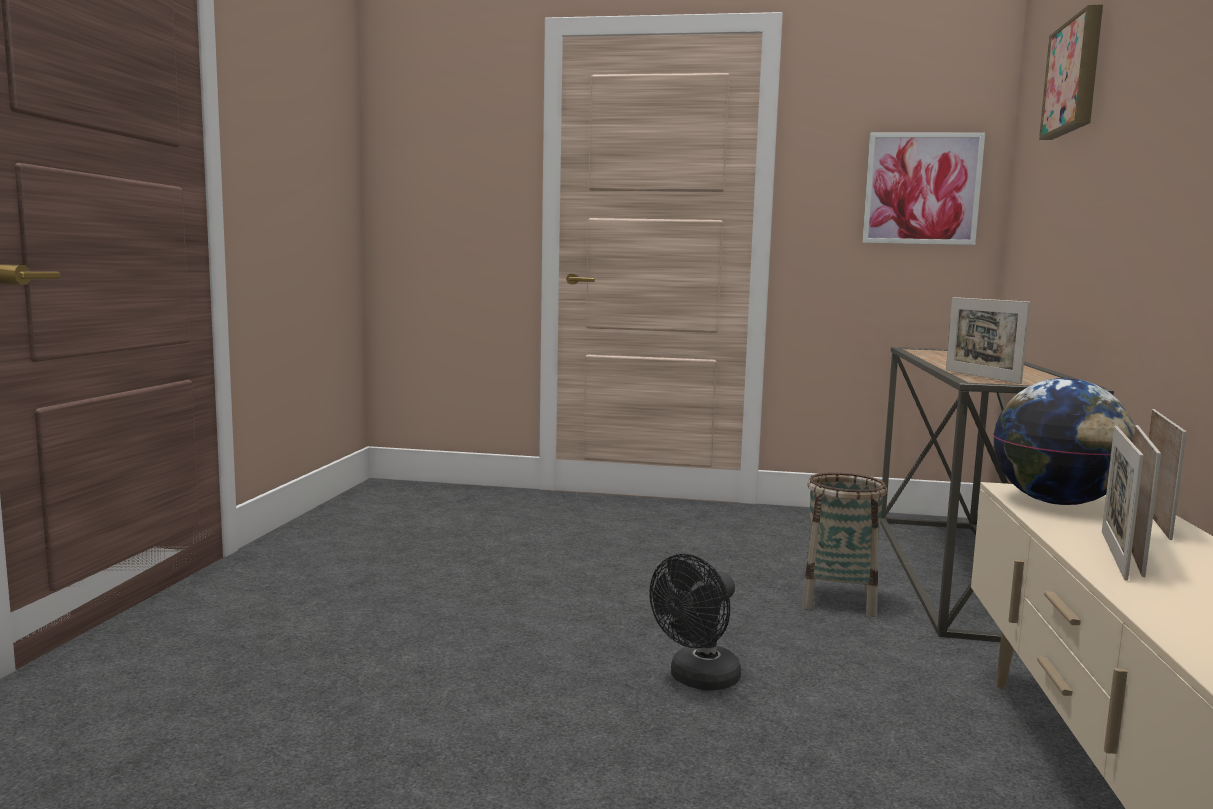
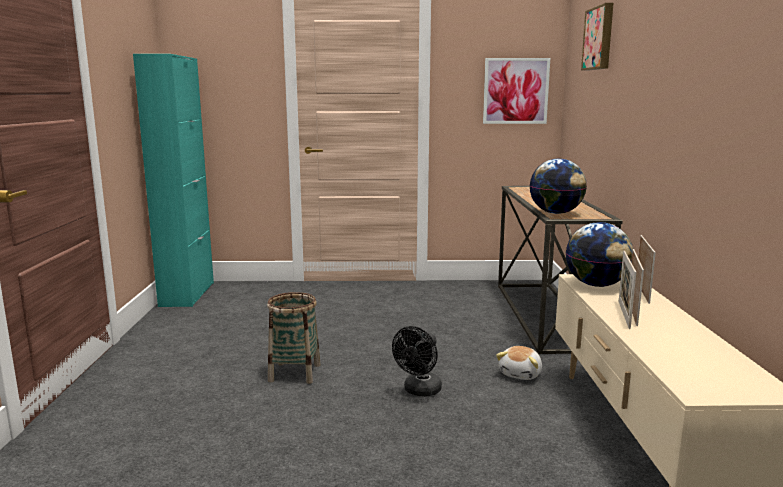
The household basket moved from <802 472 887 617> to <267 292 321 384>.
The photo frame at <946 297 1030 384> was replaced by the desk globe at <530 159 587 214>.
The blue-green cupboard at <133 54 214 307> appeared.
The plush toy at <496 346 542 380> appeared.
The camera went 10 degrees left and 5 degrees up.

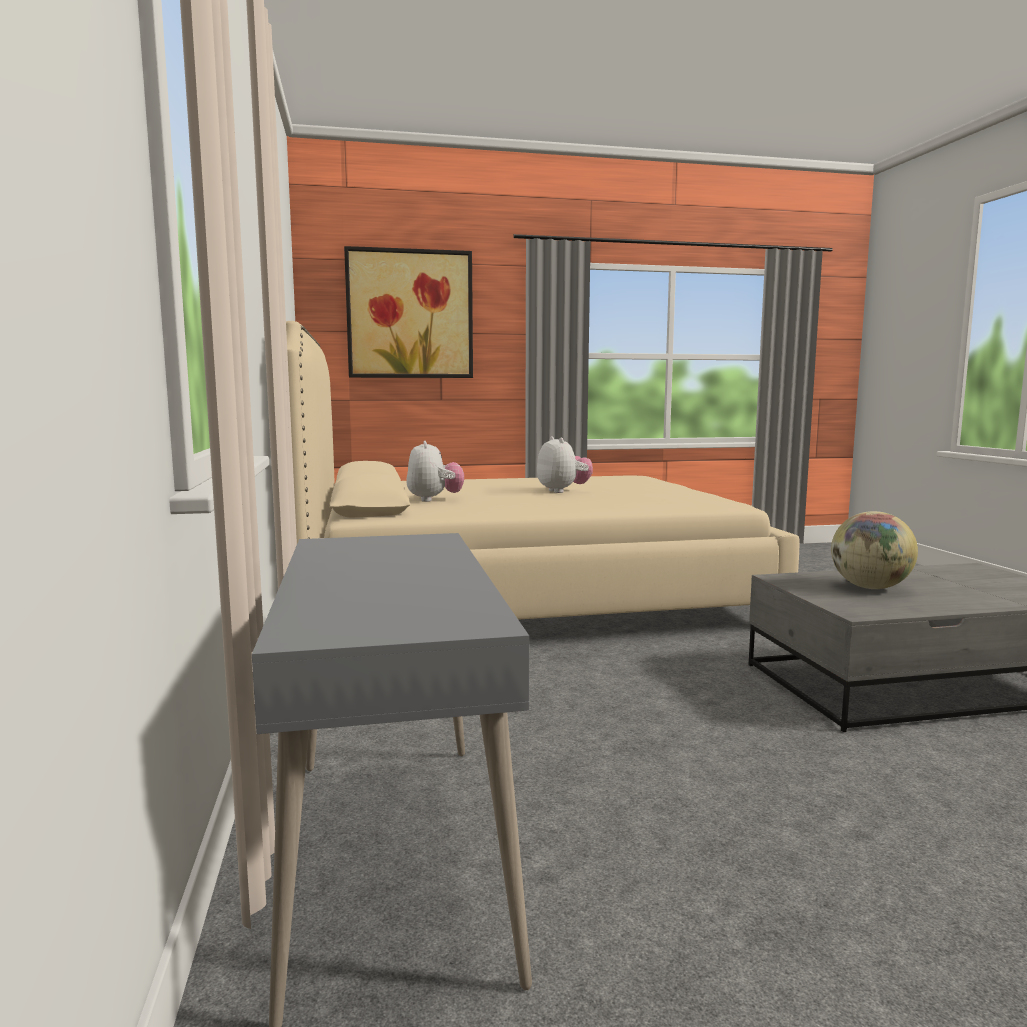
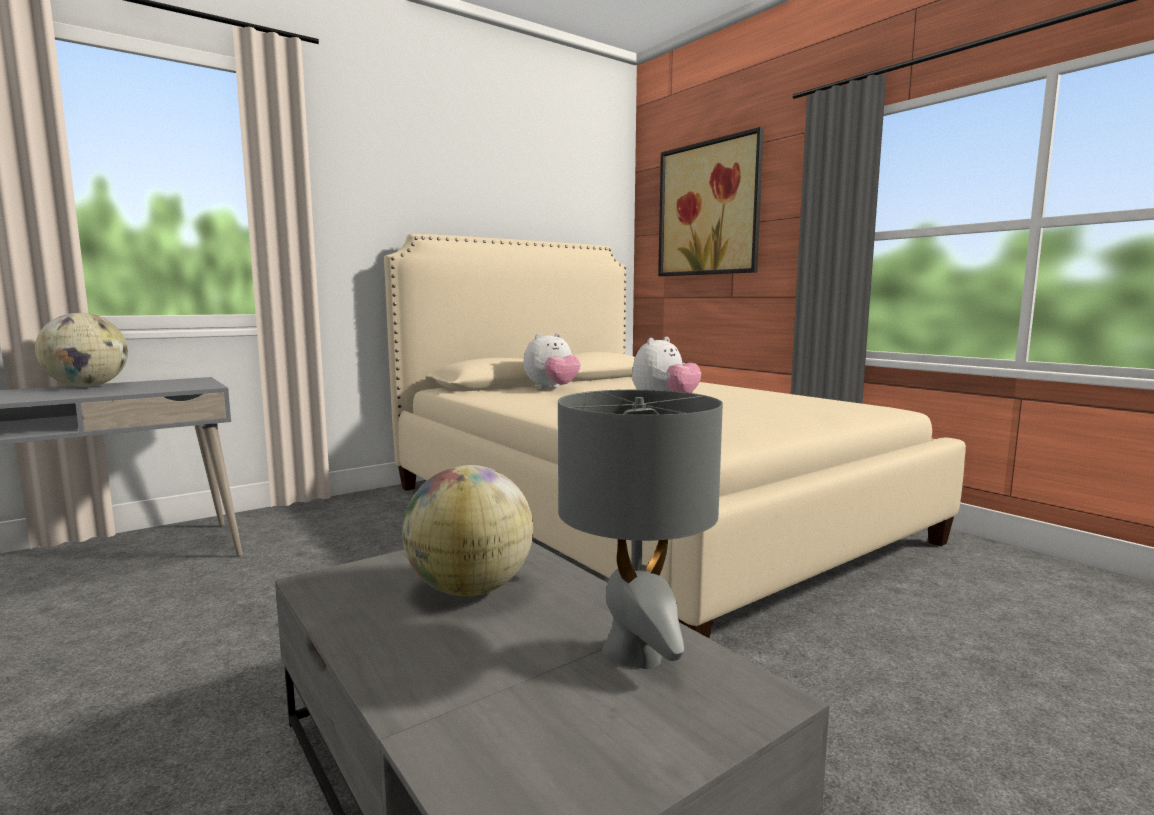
The desk globe at <35 313 128 387> appeared.
The grey tabletop lamp at <558 390 723 669> appeared.
The camera went 65 degrees right and 0 degrees up.

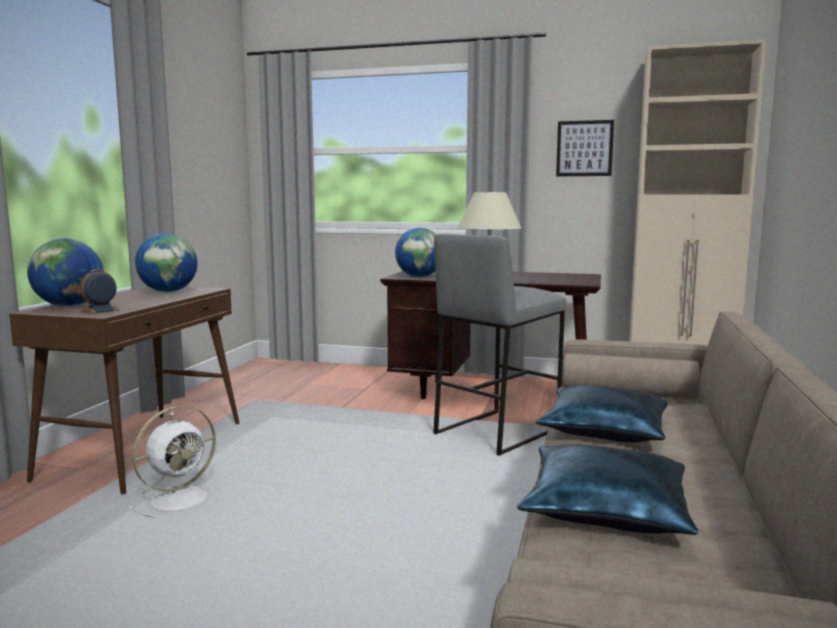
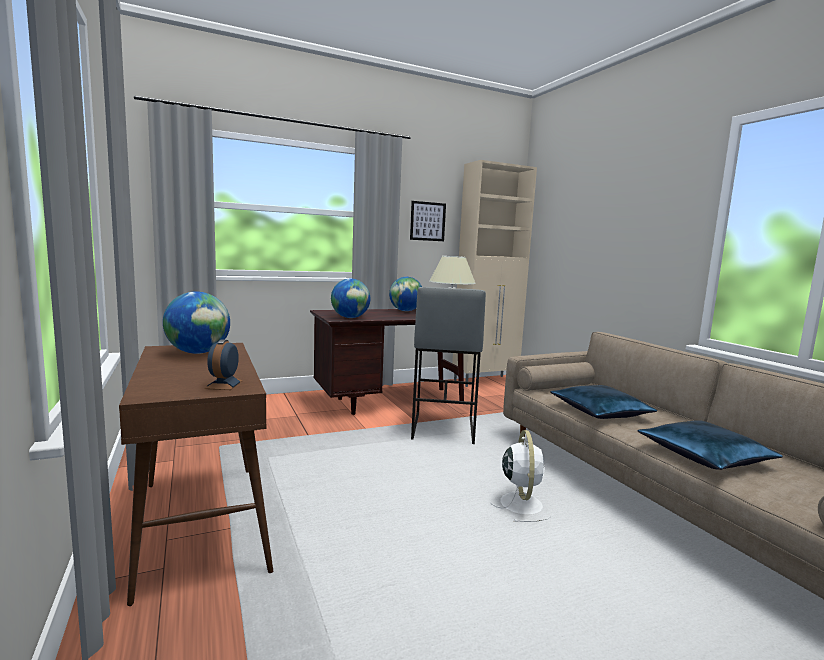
The desk globe moved from <27 239 103 307> to <389 277 422 311>.
The white-coloured electric fan moved from <128 406 216 518> to <489 430 554 522>.
The camera went 40 degrees left and 0 degrees up.

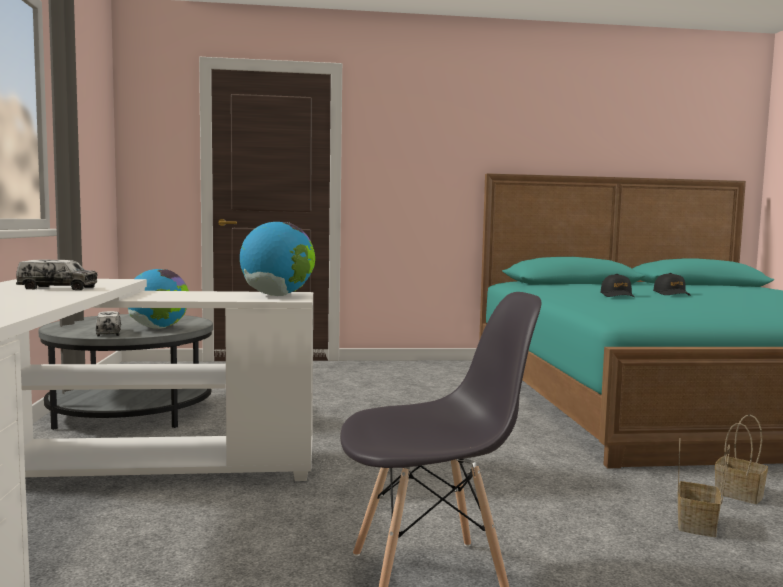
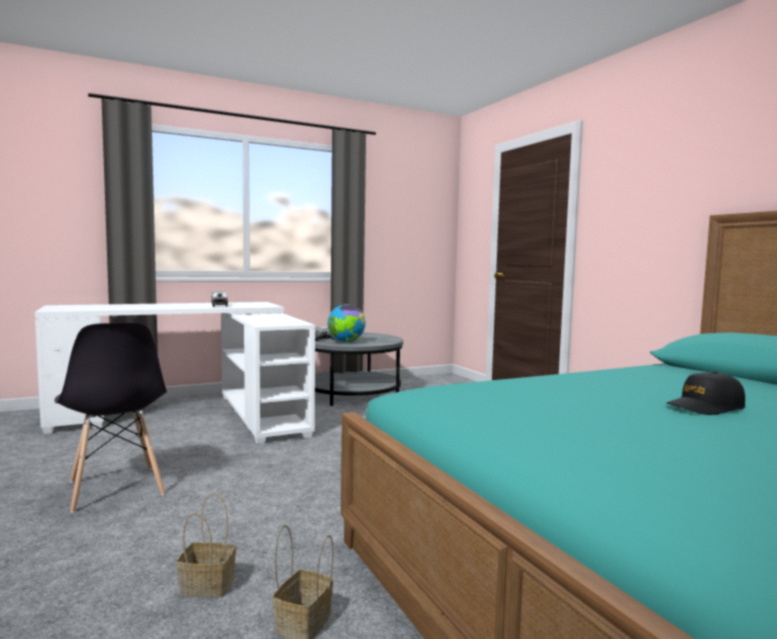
The desk globe at <240 222 315 296> disappeared.
The black-coloured cap at <601 274 635 298> disappeared.
The camera went 70 degrees right and 0 degrees up.

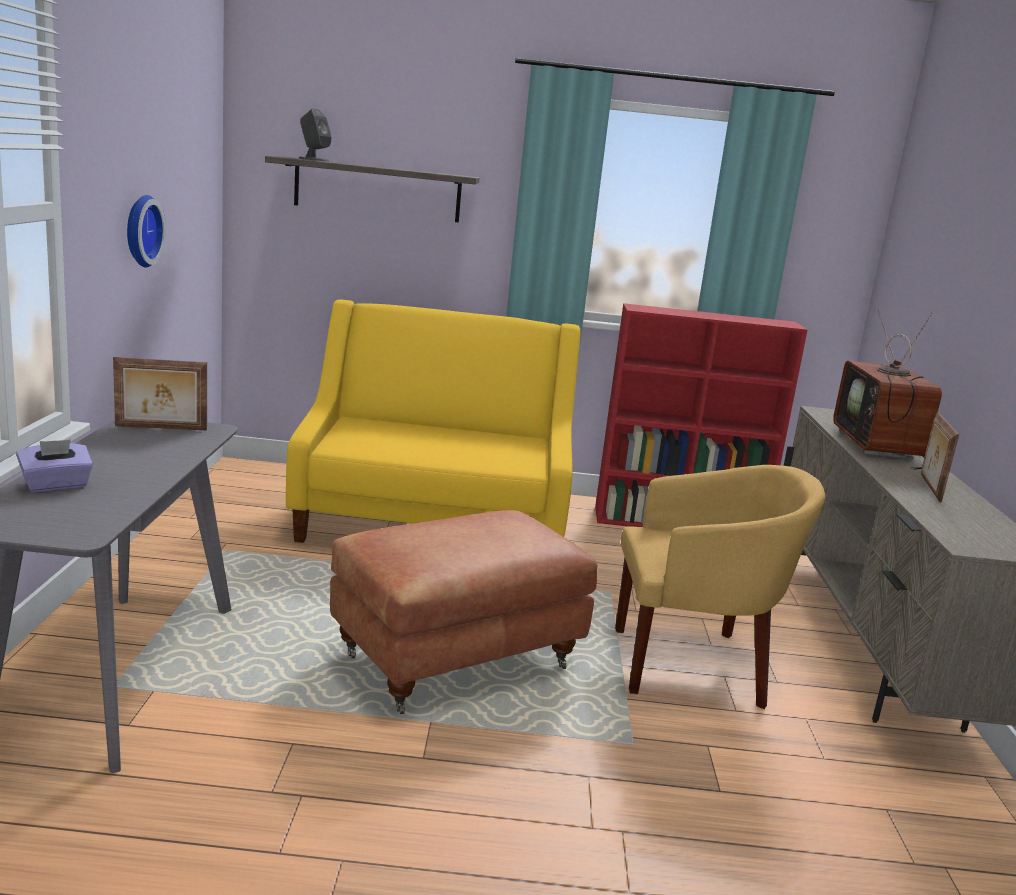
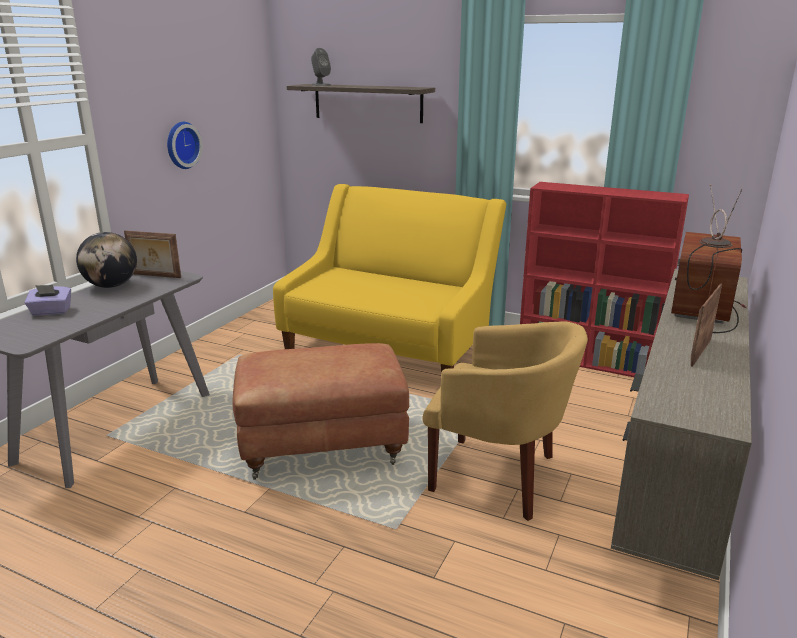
The desk globe at <76 232 137 288> appeared.
The camera went 25 degrees right and 5 degrees up.

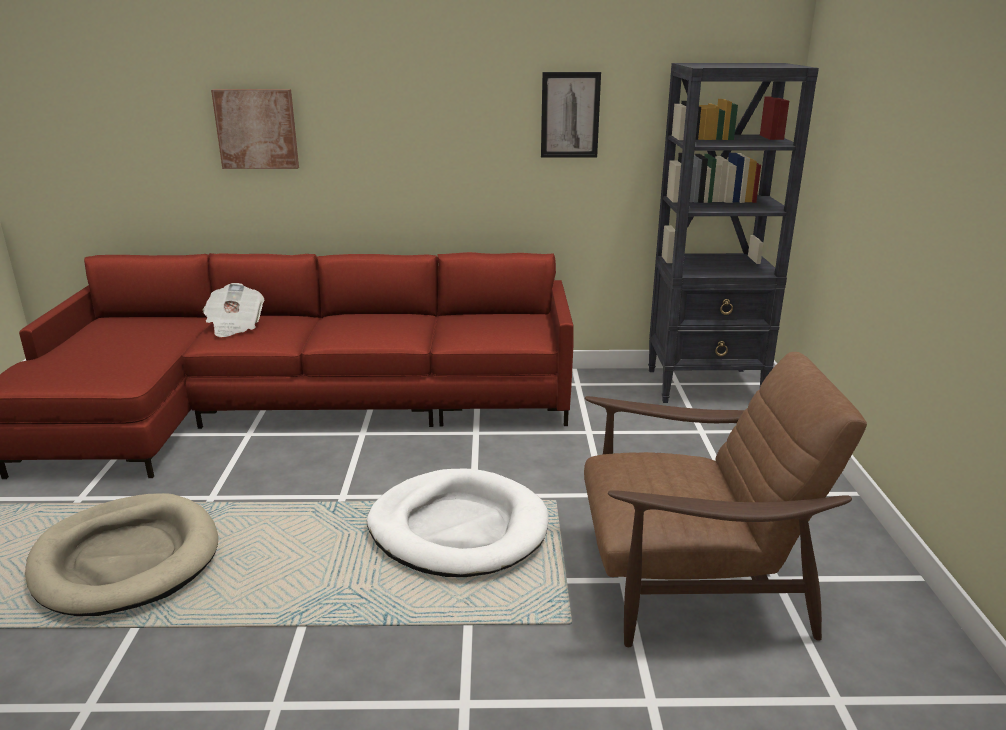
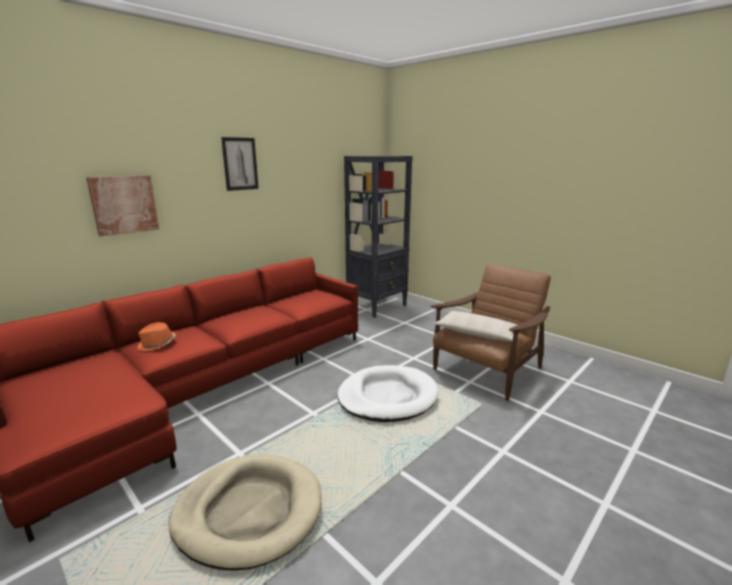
The daily paper at <203 283 264 337> was replaced by the orange-coloured hat at <137 322 176 351>.
The wall picture moved from <541 72 601 158> to <221 137 259 191>.
The sand-coloured cushion at <434 311 517 341> appeared.
The camera went 45 degrees left and 5 degrees down.

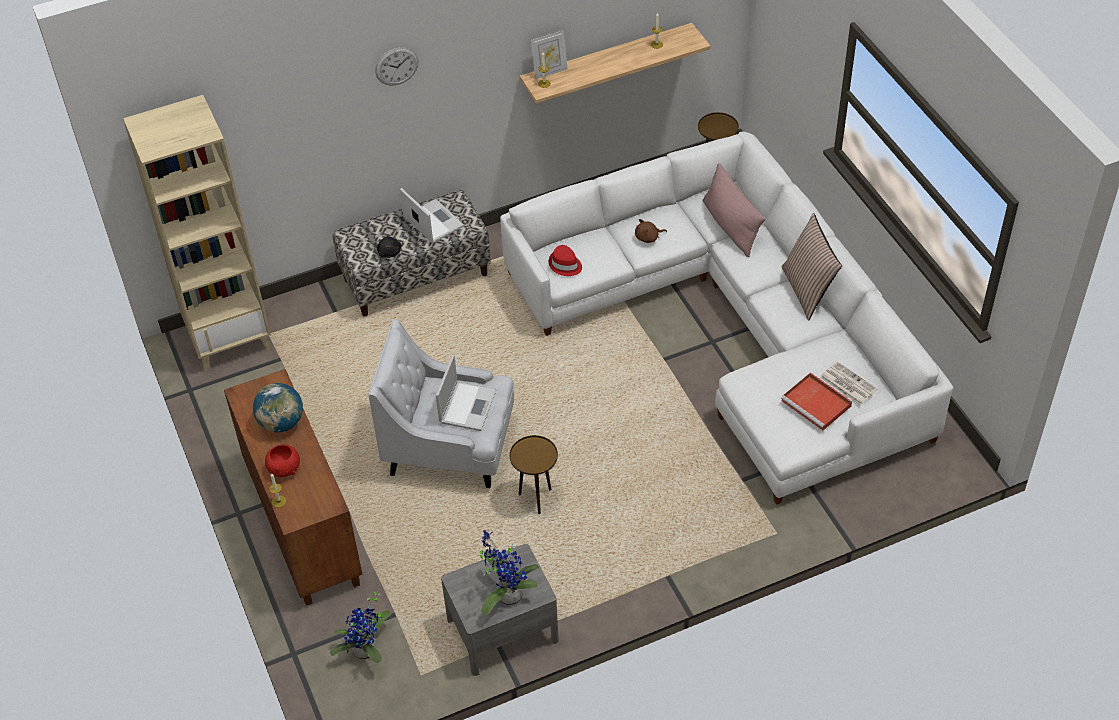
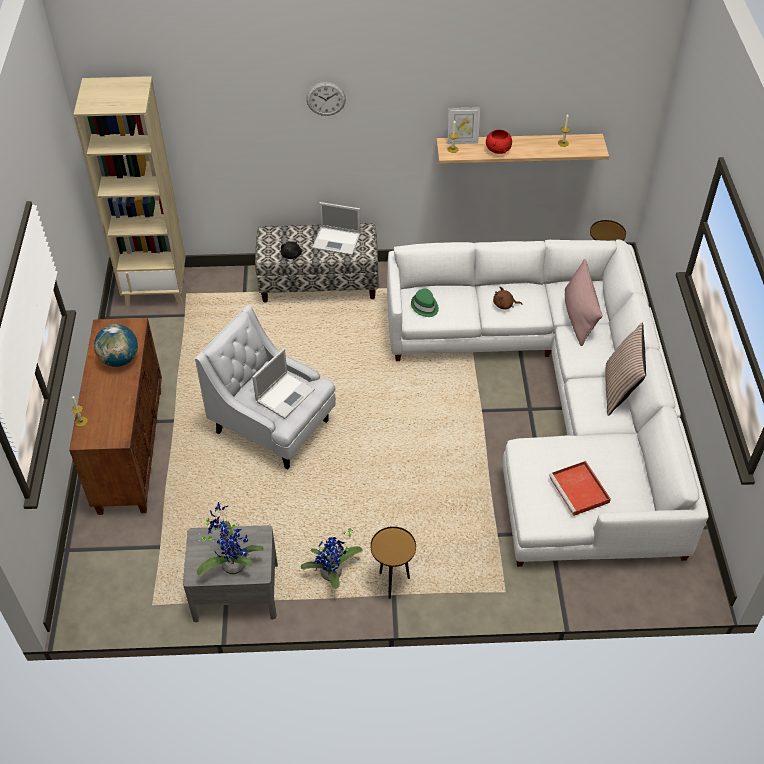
The red serving bowl moved from <265 445 300 477> to <486 130 512 154>.
The plant in a pot moved from <330 589 391 663> to <301 527 363 589>.
The portable computer at <400 188 464 243> turned 120 degrees clockwise.
The brown-coloured side table moved from <510 435 558 514> to <370 526 416 599>.
The red hat at <549 245 582 276> became the greenish hat at <411 289 439 317>.
The daily paper at <820 362 878 405> disappeared.
The camera went 20 degrees right and 0 degrees up.

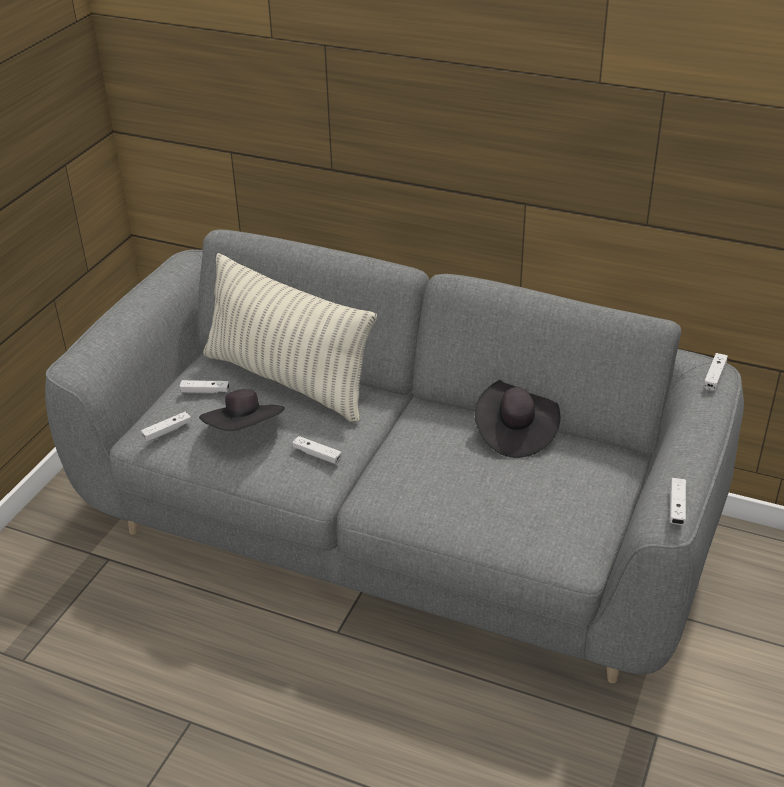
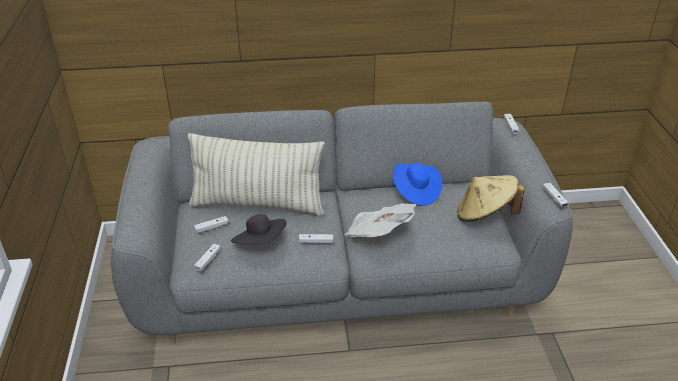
The black-coloured hat at <474 380 560 458> became the blue-coloured hat at <393 163 442 206>.
The daily paper at <344 203 416 237> appeared.
The sand-coloured hat at <457 175 524 222> appeared.
The camera went 30 degrees left and 0 degrees up.

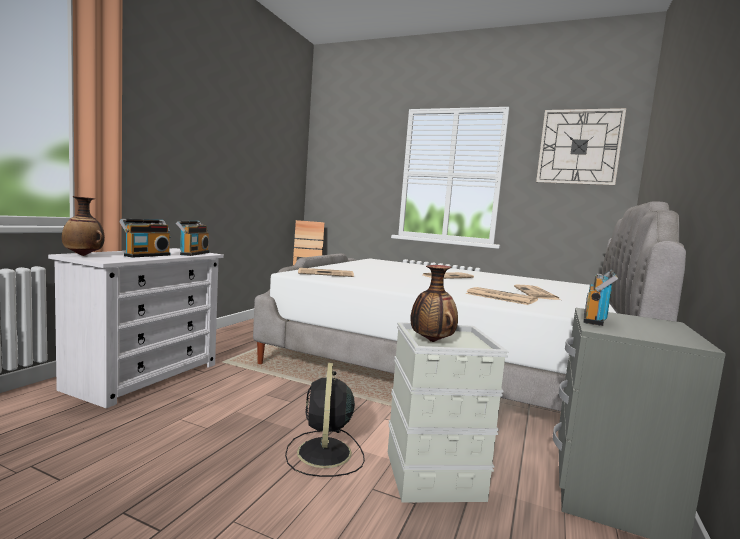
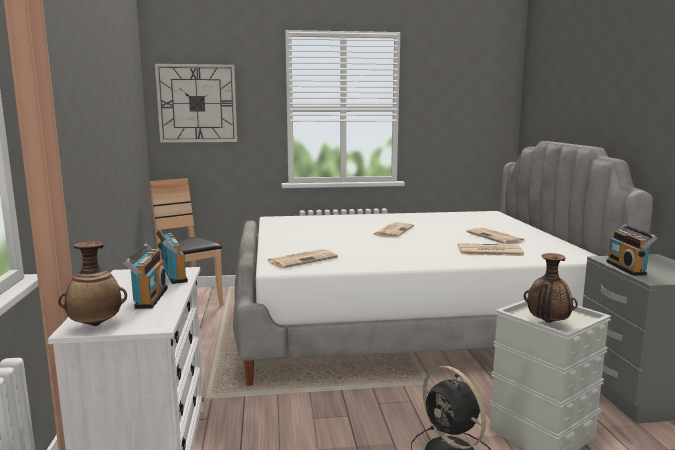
The hanging clock moved from <536 108 626 185> to <155 64 237 143>.
The camera went 30 degrees left and 5 degrees up.

